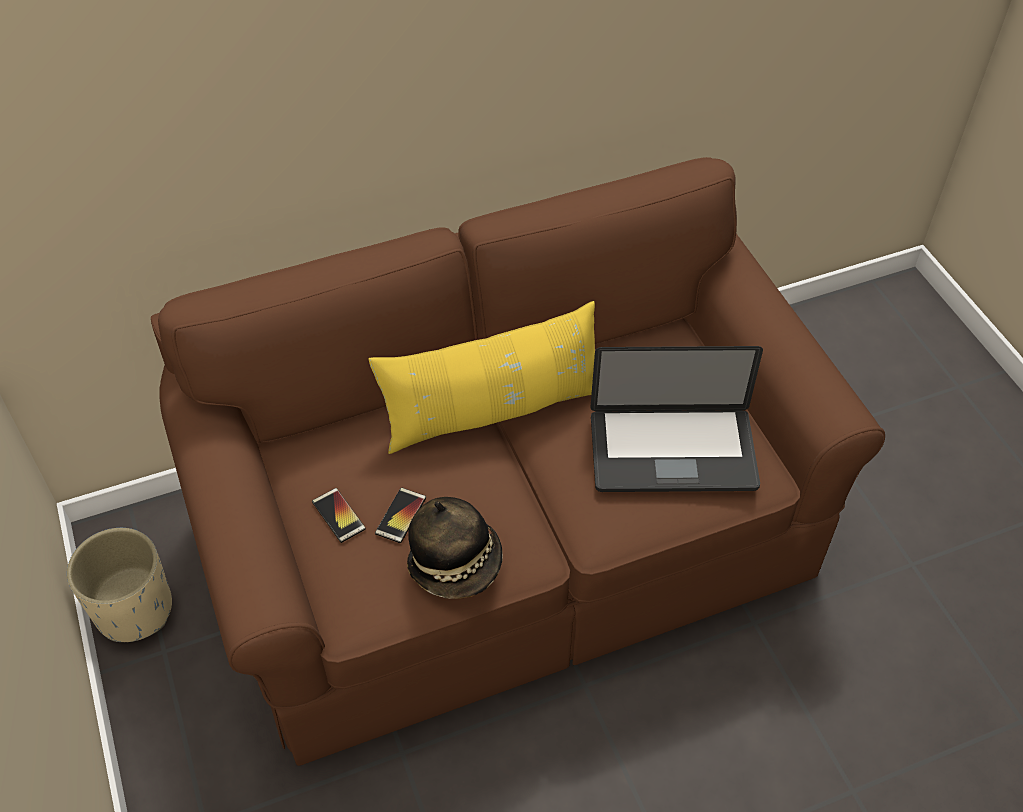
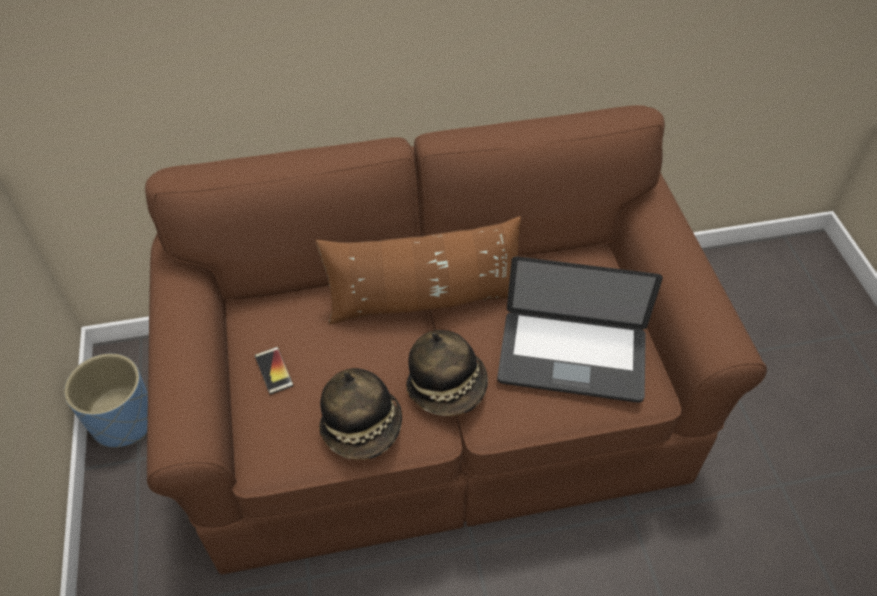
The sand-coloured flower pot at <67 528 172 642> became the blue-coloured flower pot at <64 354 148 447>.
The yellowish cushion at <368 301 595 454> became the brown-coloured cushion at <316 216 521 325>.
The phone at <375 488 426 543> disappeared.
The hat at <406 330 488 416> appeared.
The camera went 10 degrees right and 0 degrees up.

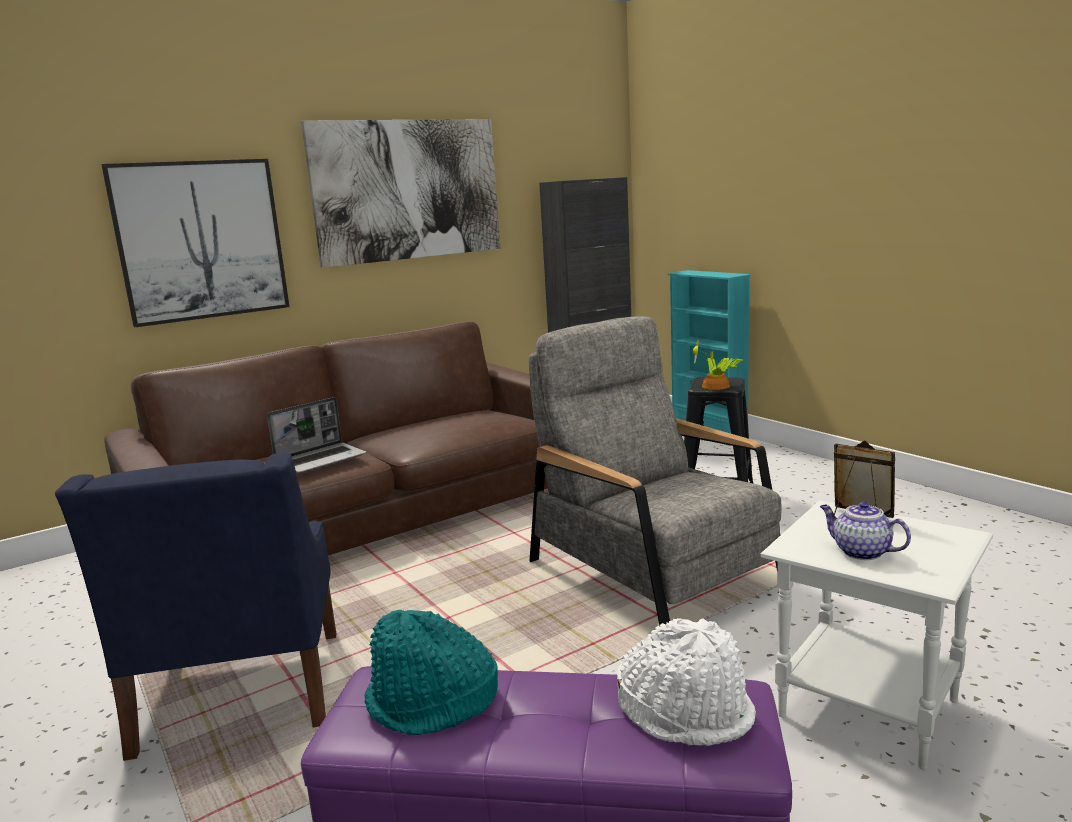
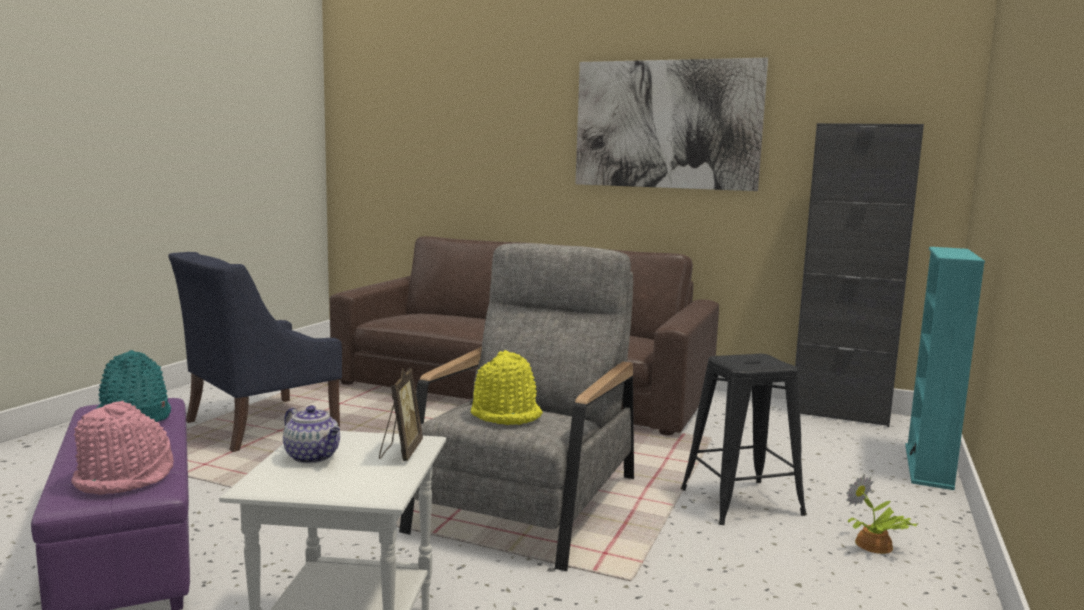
The wall picture at <101 159 290 327> disappeared.
The portable computer at <267 397 367 474> disappeared.
The white-coloured hat at <617 618 756 746> became the pink-coloured hat at <71 401 174 495>.
The plant in a pot moved from <693 336 744 390> to <846 474 918 554>.
The teapot at <820 501 911 560> turned 120 degrees clockwise.
The yellowish hat at <471 350 543 425> appeared.
The camera went 55 degrees right and 5 degrees down.

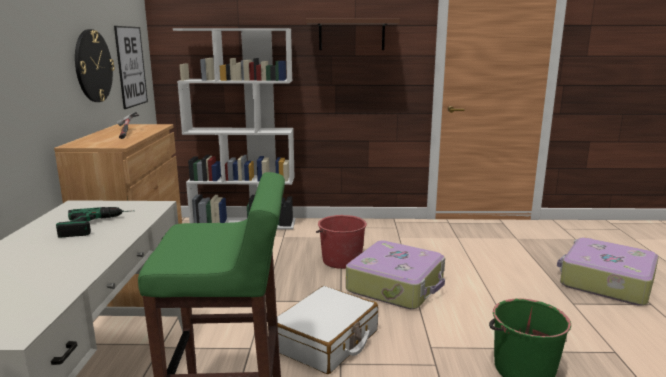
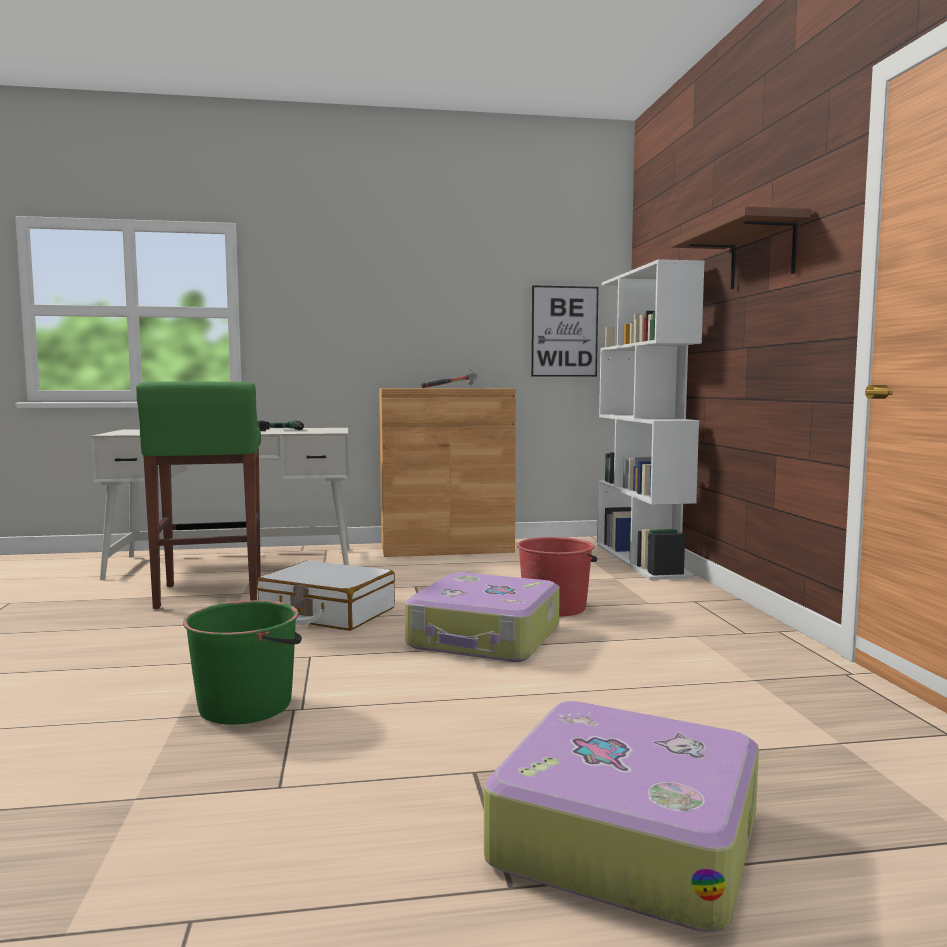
The hanging clock at <75 29 115 102> disappeared.
The camera went 80 degrees right and 10 degrees down.

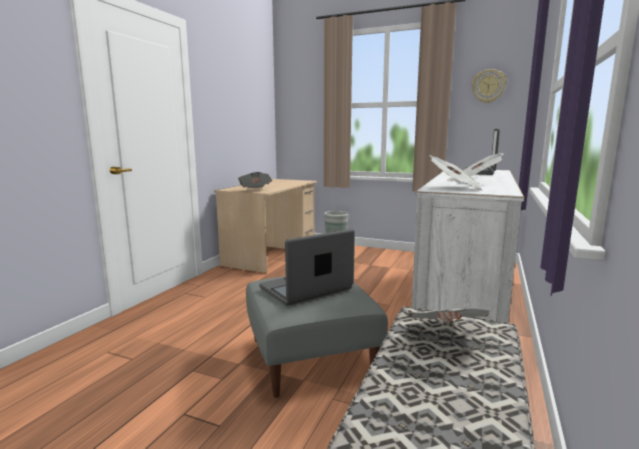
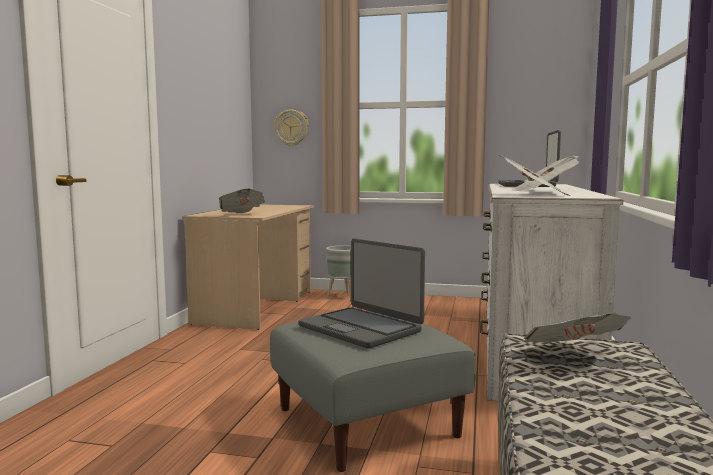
The portable computer at <259 229 355 306> turned 90 degrees counterclockwise.
The hanging clock moved from <472 69 507 103> to <274 110 308 146>.
The camera went 10 degrees left and 5 degrees down.

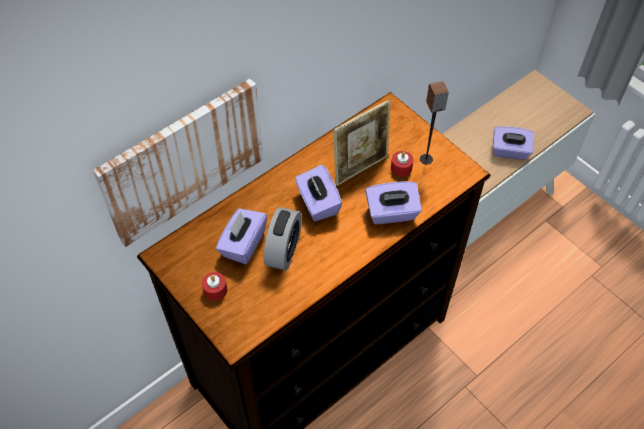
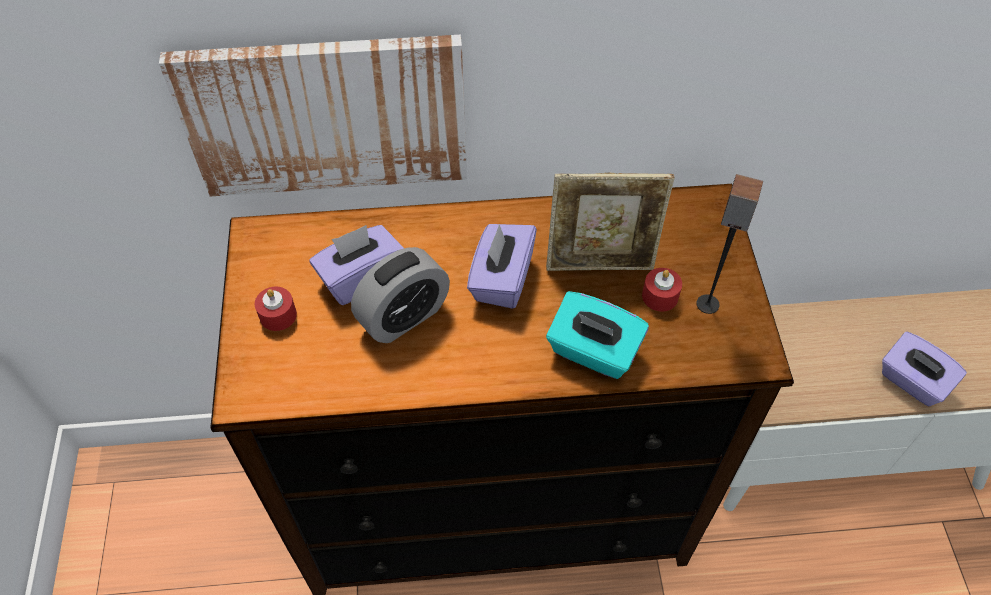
The purple box of tissues at <365 181 422 224> became the blue-green box of tissues at <546 291 649 379>.
The camera went 35 degrees right and 0 degrees up.

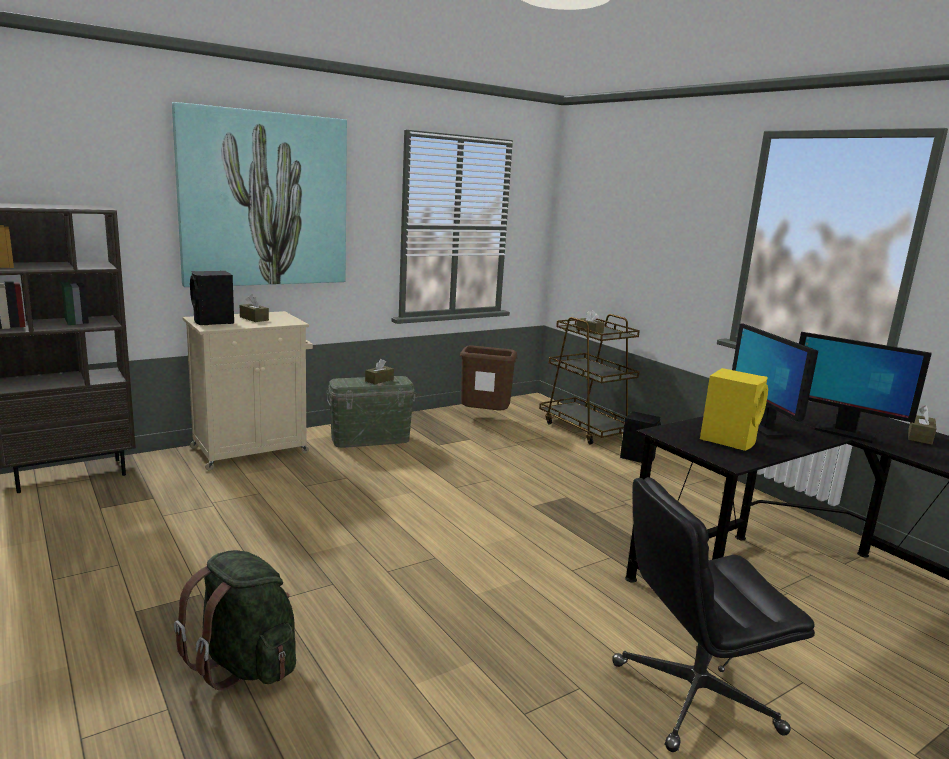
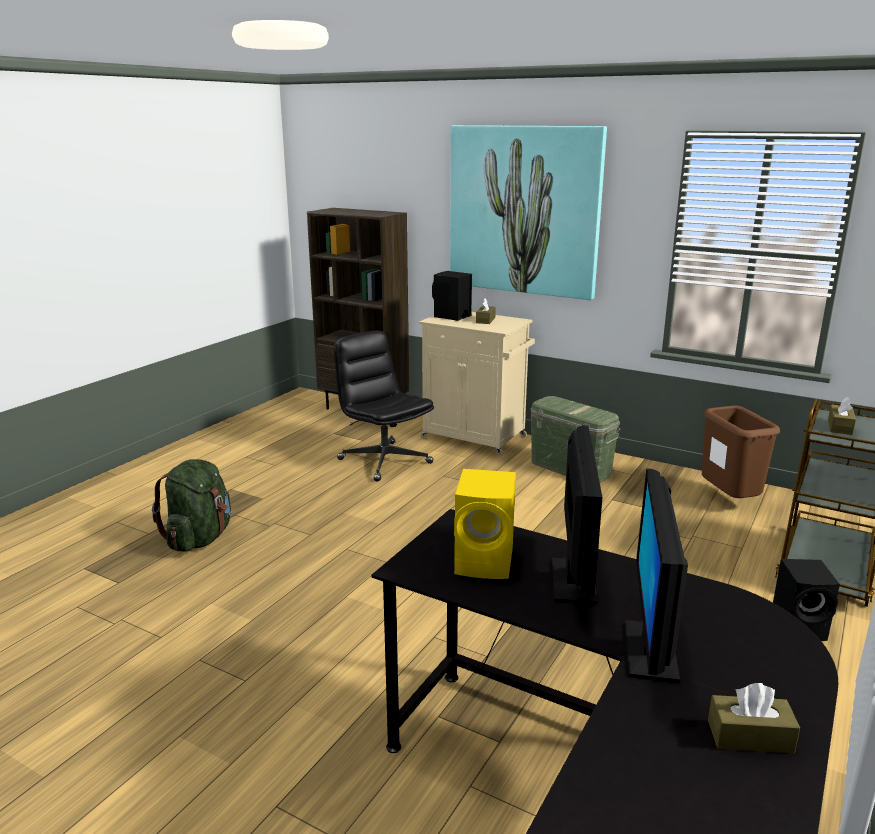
The brown-coloured box of tissues at <365 359 394 384> disappeared.
The black-coloured office chair moved from <612 477 815 752> to <334 330 434 482>.
The computer display at <732 324 818 438> turned 135 degrees clockwise.
The camera went 65 degrees right and 5 degrees up.

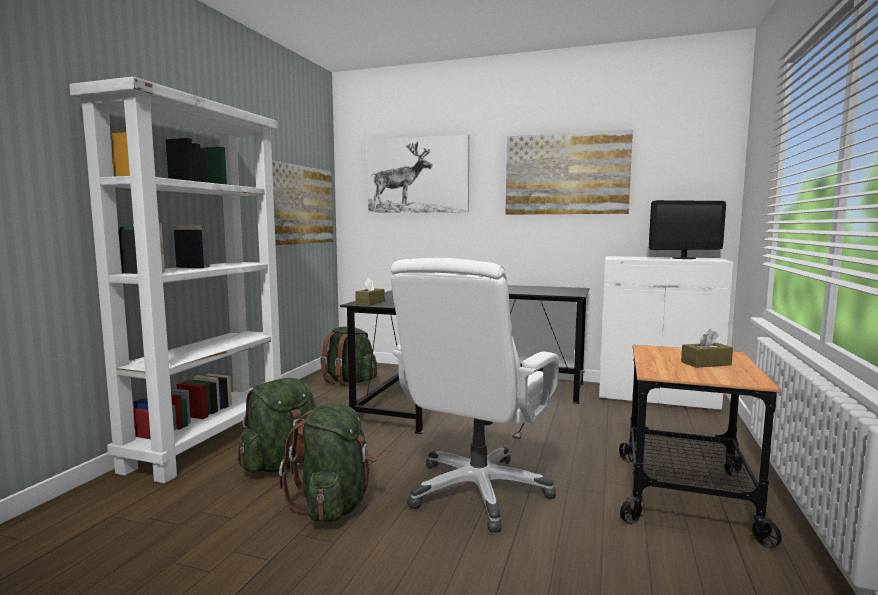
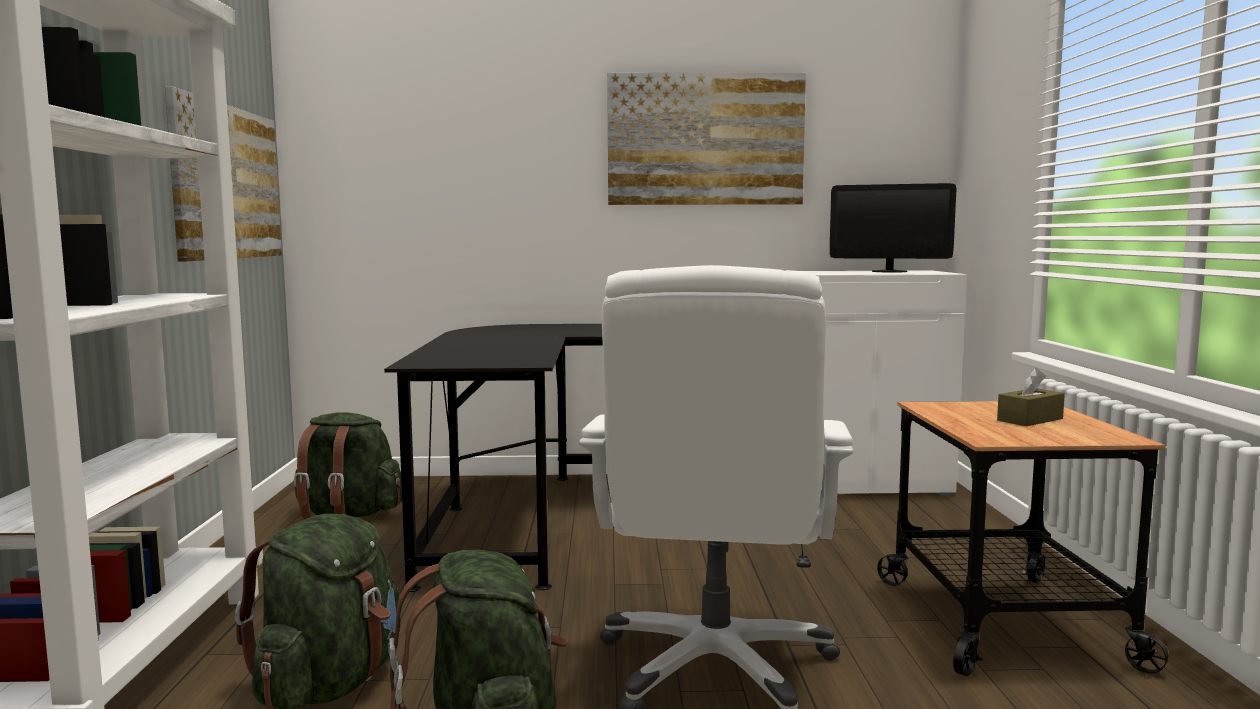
The brown-coloured box of tissues at <355 278 385 305> disappeared.
The wall picture at <367 135 469 213> disappeared.
The computer display at <649 200 726 259> turned 45 degrees clockwise.
The camera went 20 degrees left and 0 degrees up.

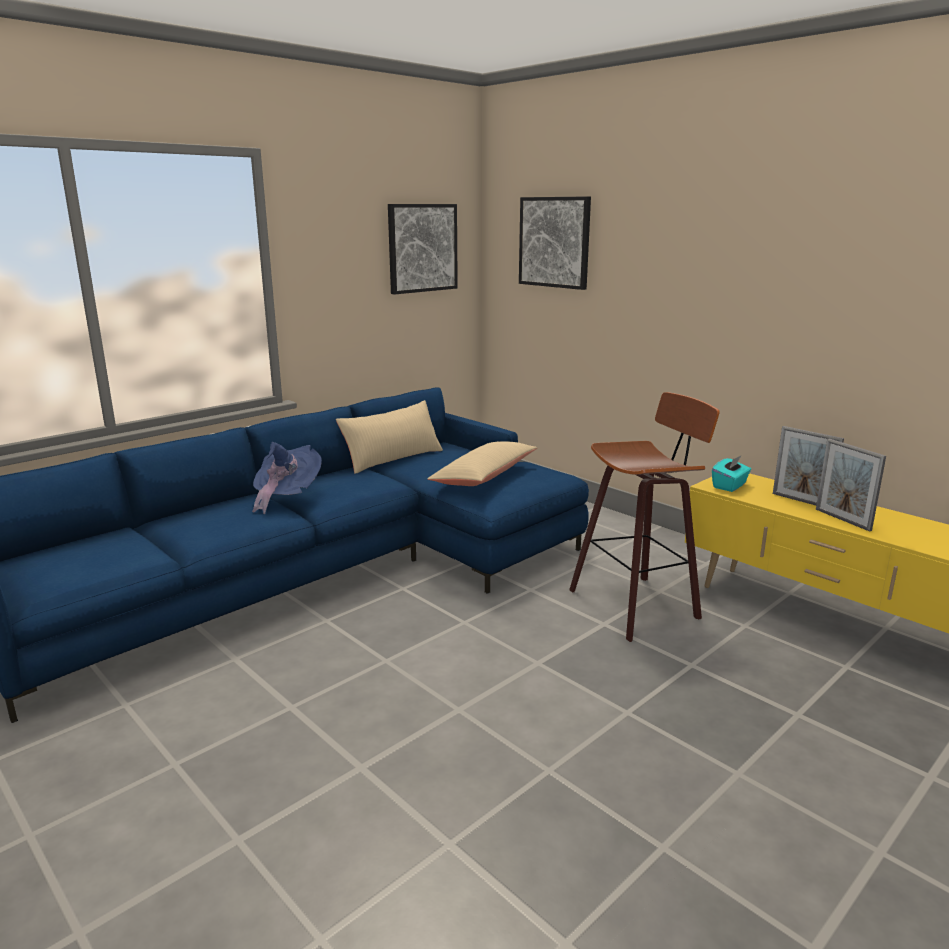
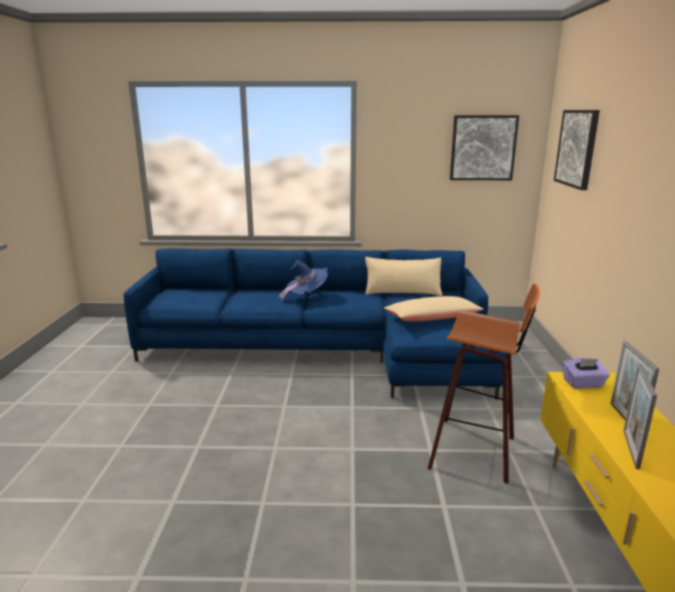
The blue-green box of tissues at <712 455 751 492> became the purple box of tissues at <562 358 610 388>.
The camera went 45 degrees right and 0 degrees up.

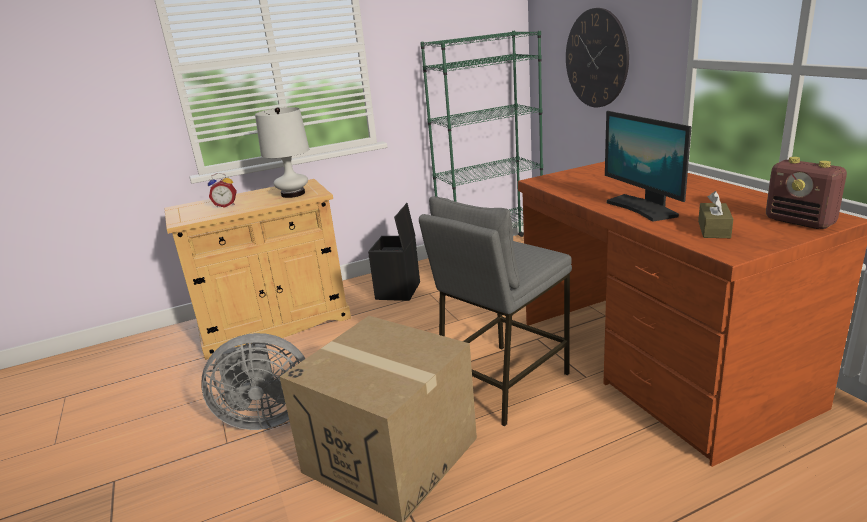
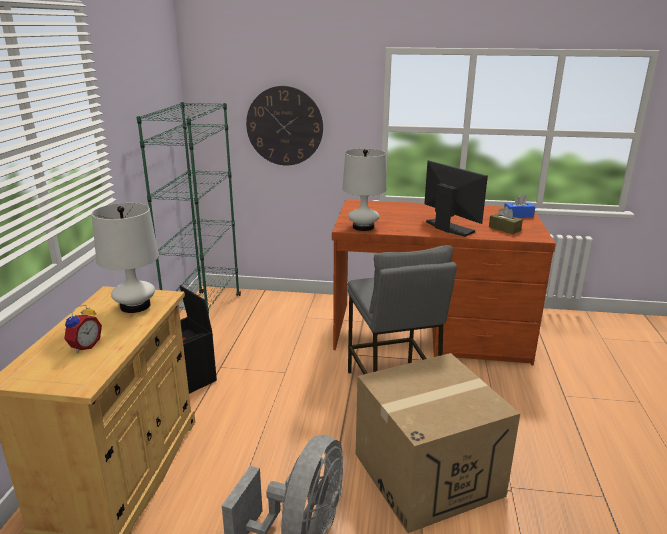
The computer display at <605 111 691 222> turned 135 degrees counterclockwise.
The radio set at <766 157 847 229> was replaced by the blue-coloured box of tissues at <504 194 535 218>.
The white-coloured tabletop lamp at <343 149 386 231> appeared.
The camera went 60 degrees left and 0 degrees up.

